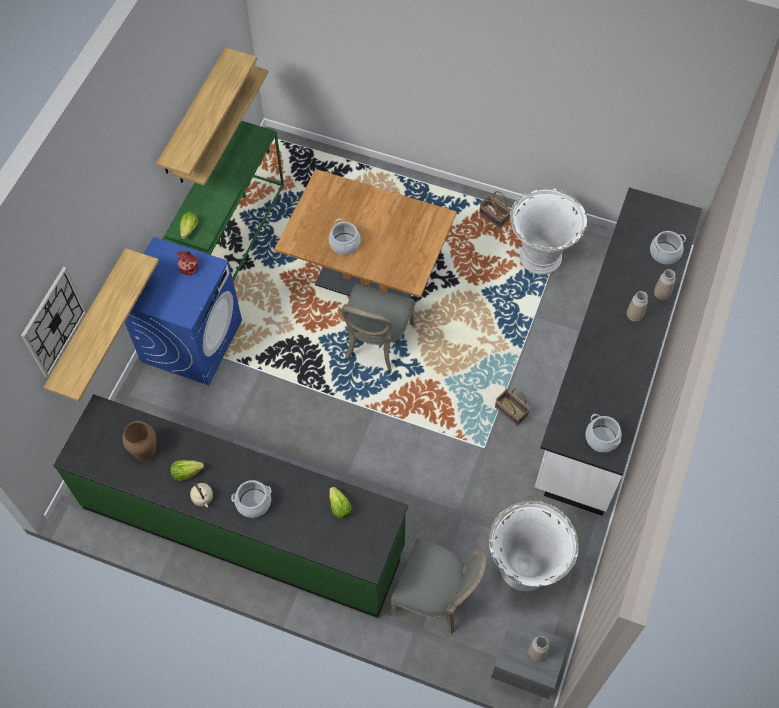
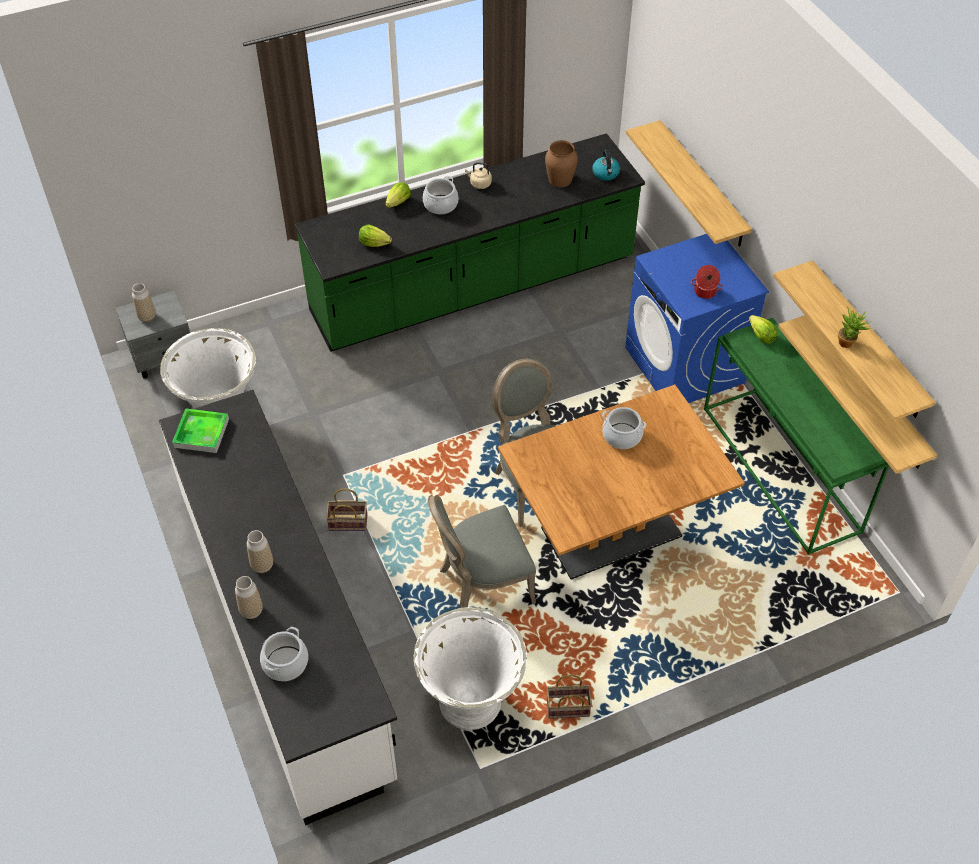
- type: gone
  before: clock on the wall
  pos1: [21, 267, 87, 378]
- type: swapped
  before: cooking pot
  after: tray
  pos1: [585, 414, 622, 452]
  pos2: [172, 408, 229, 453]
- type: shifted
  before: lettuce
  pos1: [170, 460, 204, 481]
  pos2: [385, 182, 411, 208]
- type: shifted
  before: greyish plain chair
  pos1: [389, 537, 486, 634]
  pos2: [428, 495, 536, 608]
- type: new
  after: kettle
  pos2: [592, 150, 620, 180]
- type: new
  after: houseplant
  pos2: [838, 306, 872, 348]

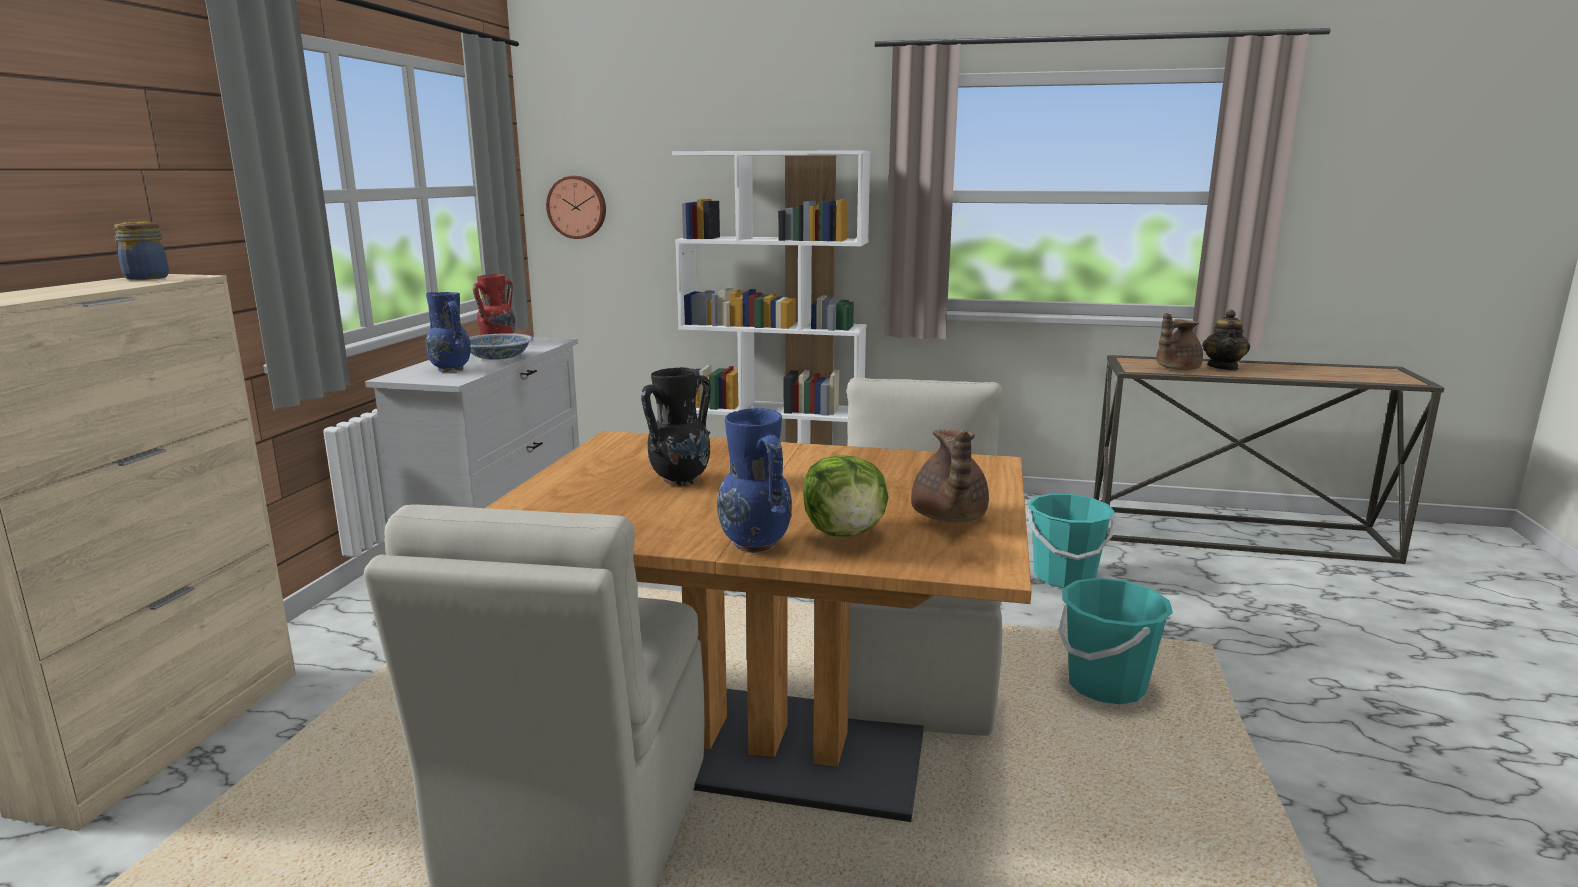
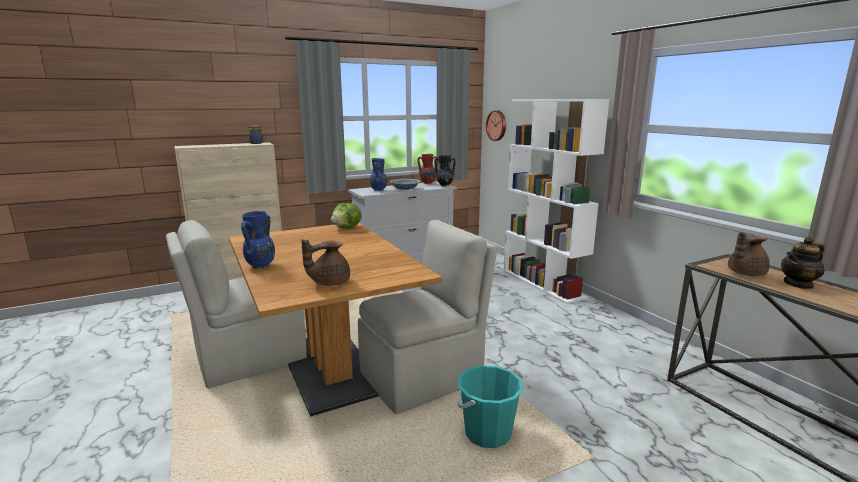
- type: rotated
  before: brown-coloured pot for tea
  pos1: [1156, 313, 1203, 370]
  pos2: [728, 232, 770, 276]
  turn: -45
- type: shifted
  before: blackish vase
  pos1: [641, 368, 711, 486]
  pos2: [434, 155, 455, 186]
- type: shifted
  before: lettuce
  pos1: [803, 455, 889, 537]
  pos2: [331, 203, 362, 228]
- type: gone
  before: turquoise pail
  pos1: [1028, 494, 1116, 588]

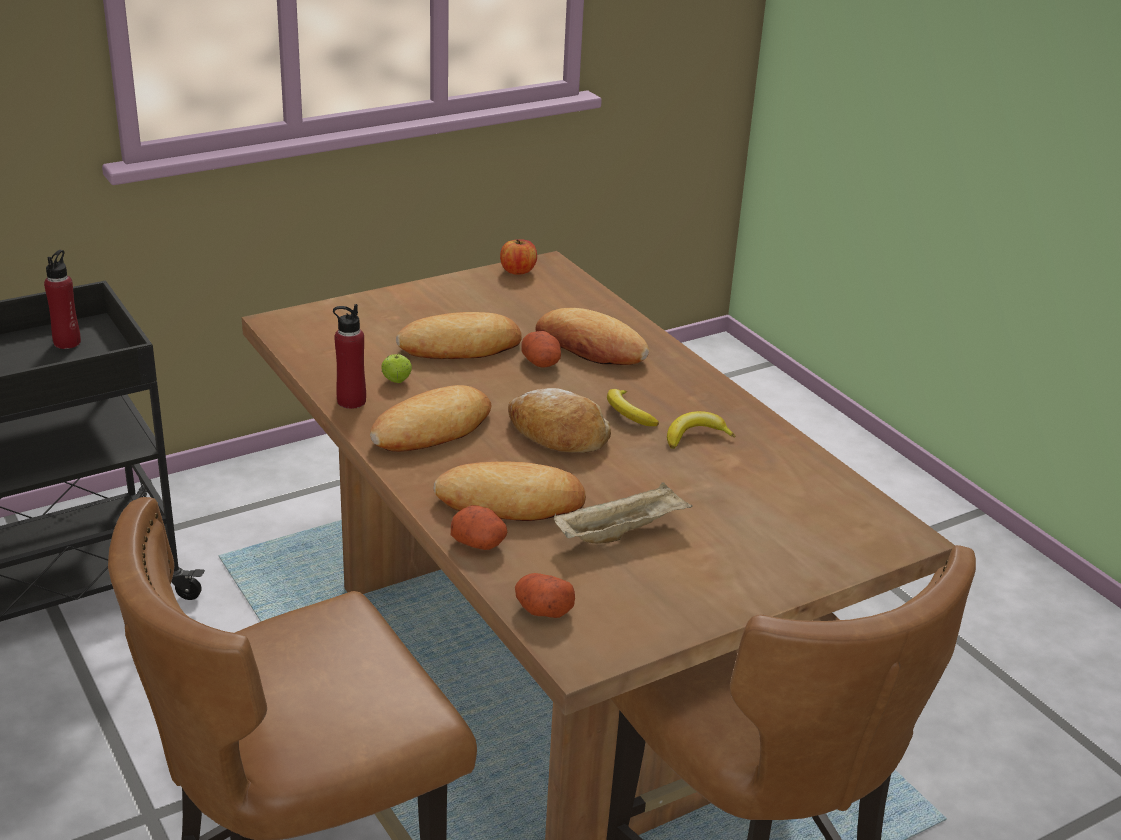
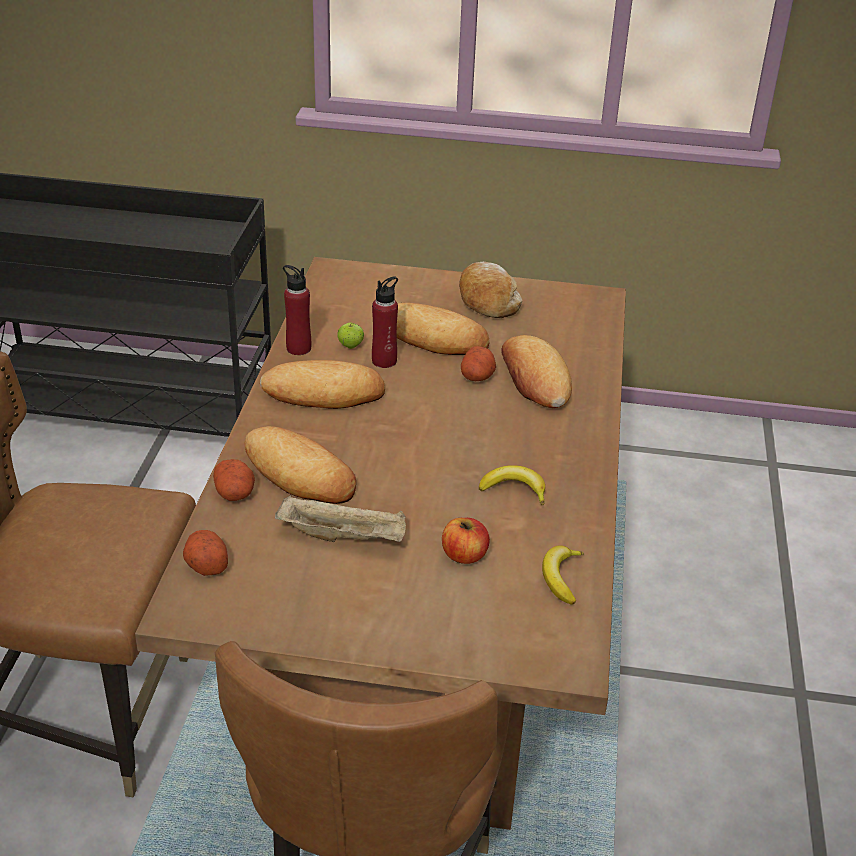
- type: shifted
  before: whole apple
  pos1: [500, 239, 537, 275]
  pos2: [442, 518, 490, 564]
- type: shifted
  before: red-coloured bottle
  pos1: [44, 250, 81, 349]
  pos2: [372, 277, 398, 368]
- type: shifted
  before: bread
  pos1: [508, 388, 611, 453]
  pos2: [459, 262, 523, 318]
- type: shifted
  before: banana fruit
  pos1: [607, 389, 659, 426]
  pos2: [542, 545, 584, 605]

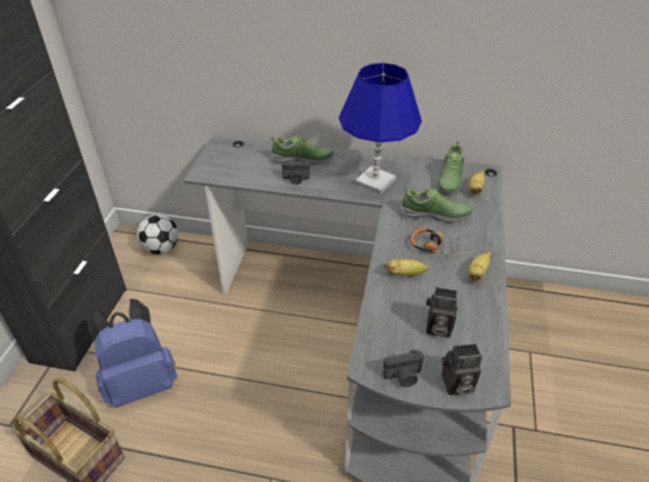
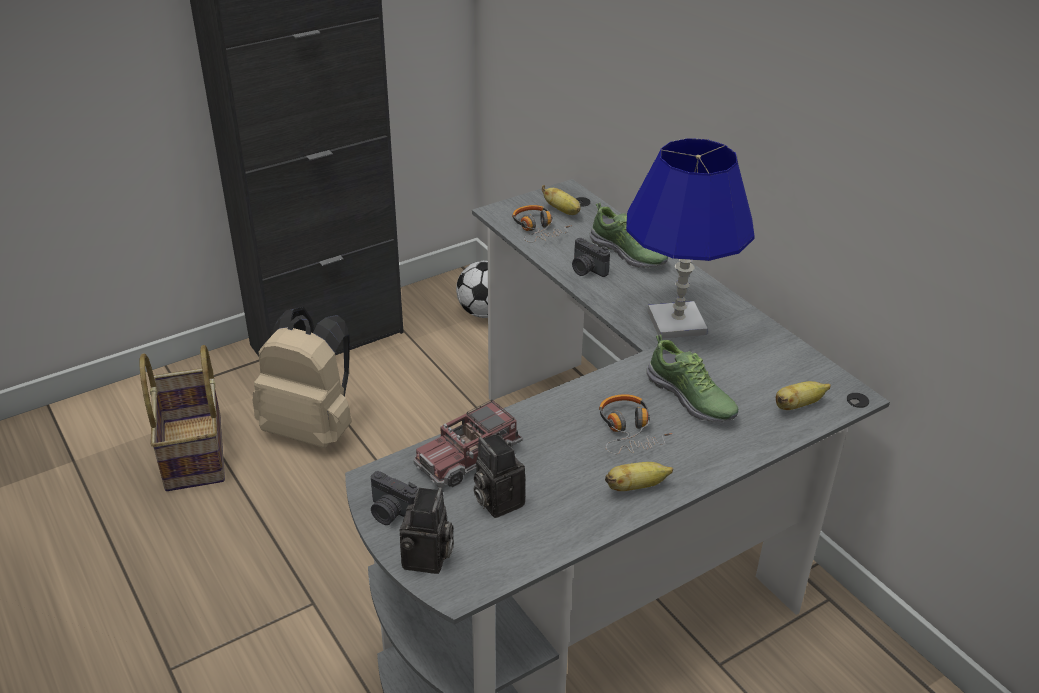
- type: gone
  before: low shoe
  pos1: [436, 141, 464, 193]
- type: shifted
  before: banana fruit
  pos1: [384, 259, 429, 276]
  pos2: [541, 185, 581, 215]
- type: repainted
  before: blue-coloured rucksack
  after: beige rucksack
  pos1: [88, 299, 177, 408]
  pos2: [252, 307, 352, 448]
- type: rotated
  before: still camera
  pos1: [442, 344, 482, 395]
  pos2: [400, 487, 454, 574]
  turn: -120
- type: new
  after: headphones
  pos2: [512, 205, 572, 243]
- type: new
  after: toy lorry
  pos2: [413, 400, 523, 487]

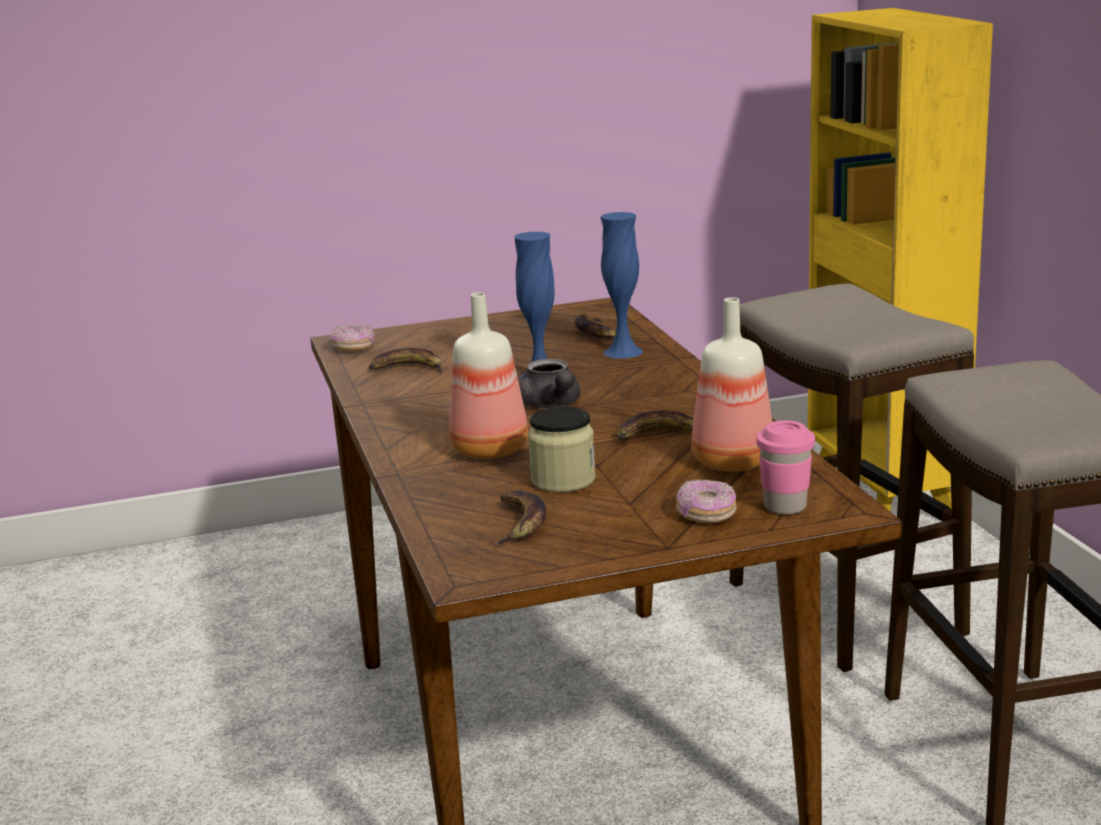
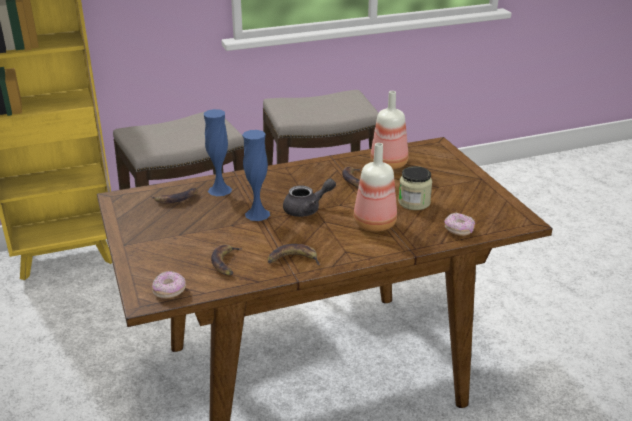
- type: gone
  before: pink cup
  pos1: [756, 420, 815, 515]
- type: shifted
  before: doughnut
  pos1: [676, 479, 737, 524]
  pos2: [444, 213, 475, 236]
- type: shifted
  before: banana fruit
  pos1: [492, 490, 546, 546]
  pos2: [268, 244, 320, 265]

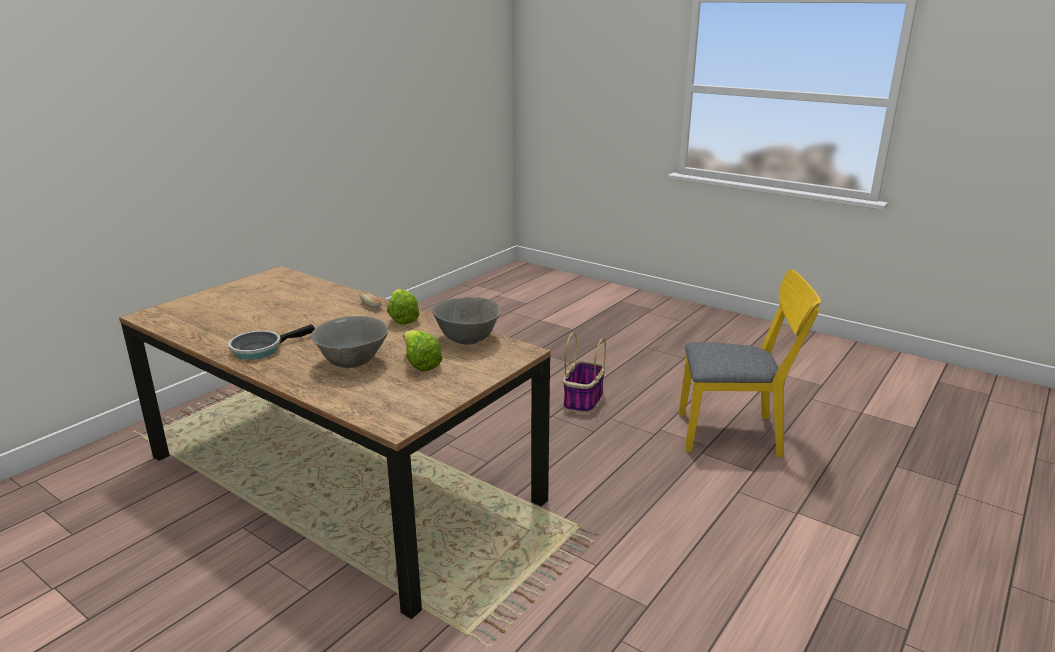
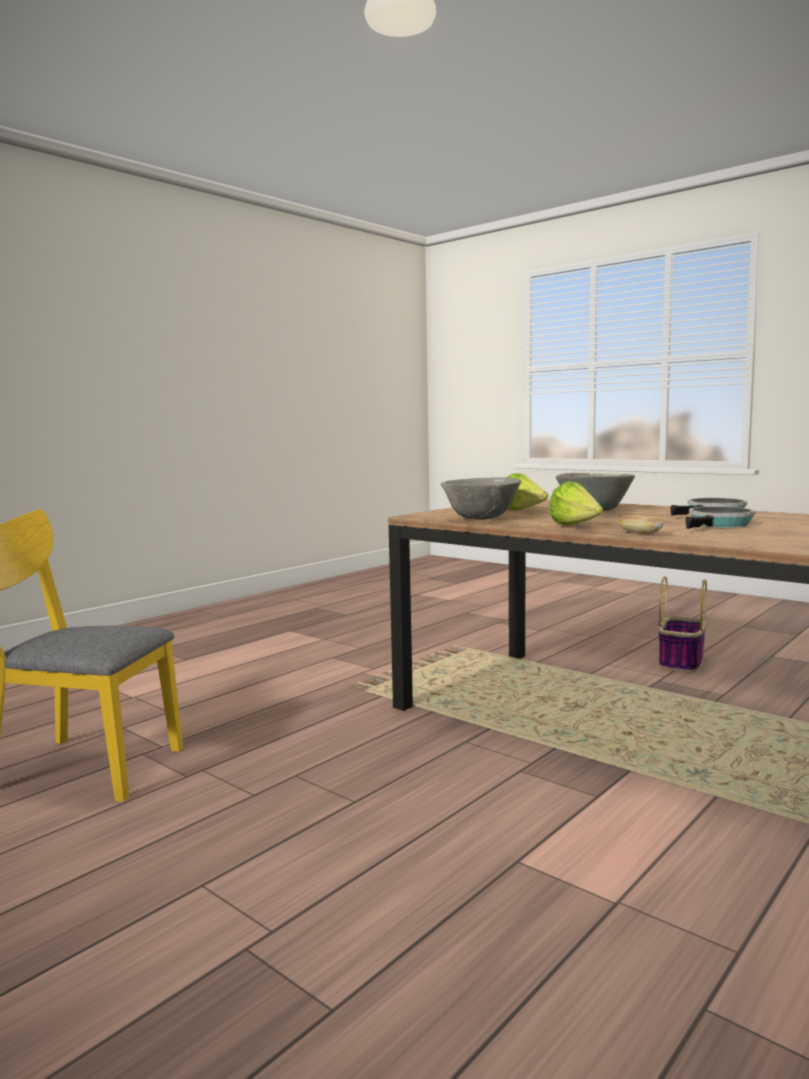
- type: shifted
  before: household basket
  pos1: [563, 333, 606, 413]
  pos2: [658, 576, 707, 673]
- type: new
  after: skillet
  pos2: [685, 506, 755, 529]

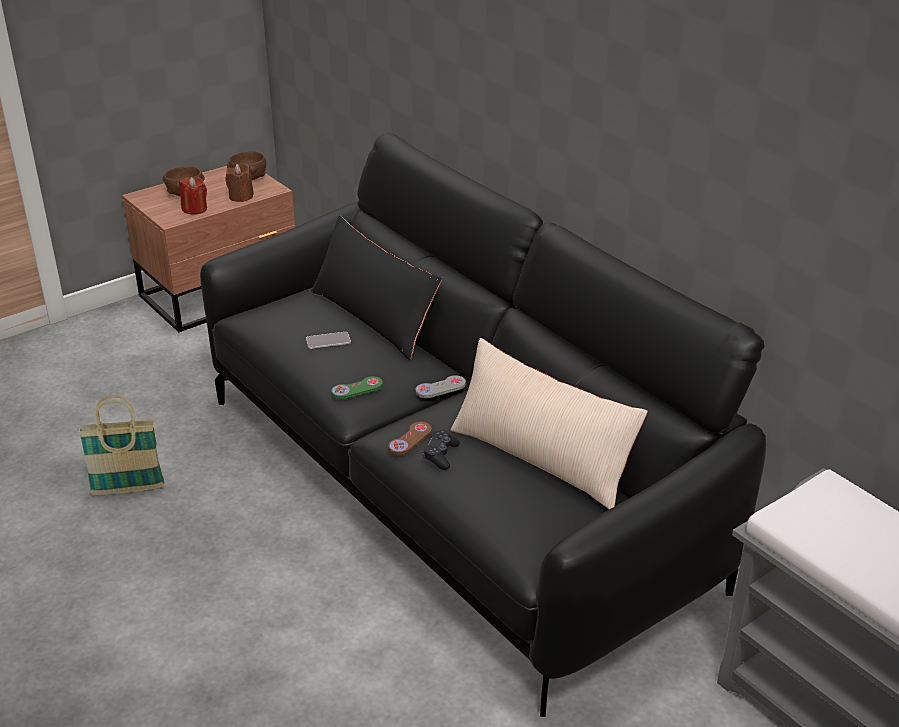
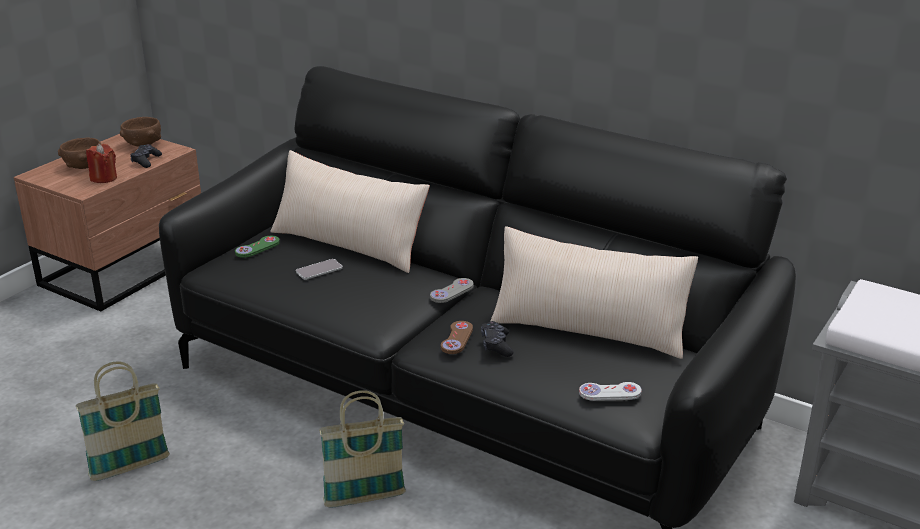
- type: swapped
  before: brown-coloured wax light
  after: blackish gamepad
  pos1: [225, 163, 254, 202]
  pos2: [130, 144, 162, 168]
- type: repainted
  before: blackish throw pillow
  after: beige throw pillow
  pos1: [311, 215, 442, 360]
  pos2: [270, 150, 430, 273]
- type: shifted
  before: green-coloured gamepad
  pos1: [331, 376, 383, 399]
  pos2: [235, 236, 280, 258]
- type: new
  after: white gamepad
  pos2: [579, 382, 642, 401]
- type: new
  after: household basket
  pos2: [319, 390, 406, 508]

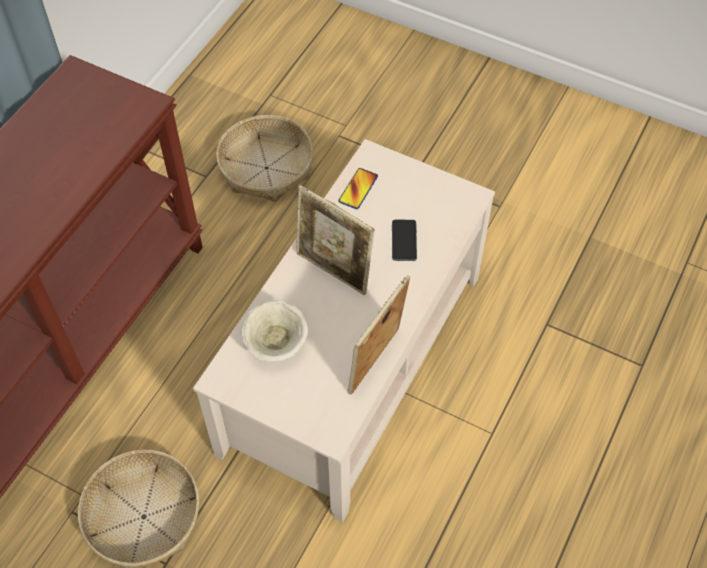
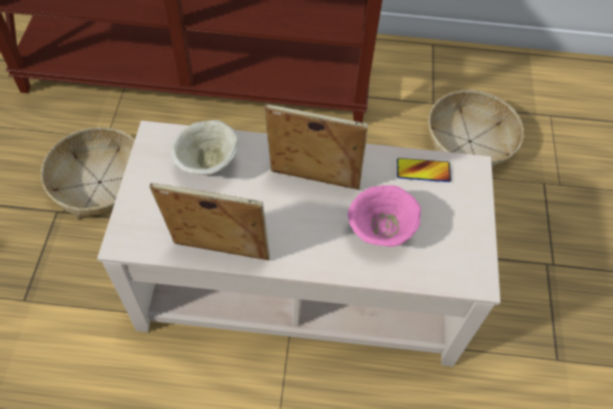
- type: rotated
  before: picture frame
  pos1: [296, 185, 375, 295]
  pos2: [264, 104, 368, 190]
  turn: 90
- type: swapped
  before: telephone
  after: pink deep dish
  pos1: [392, 220, 417, 261]
  pos2: [348, 185, 421, 247]

